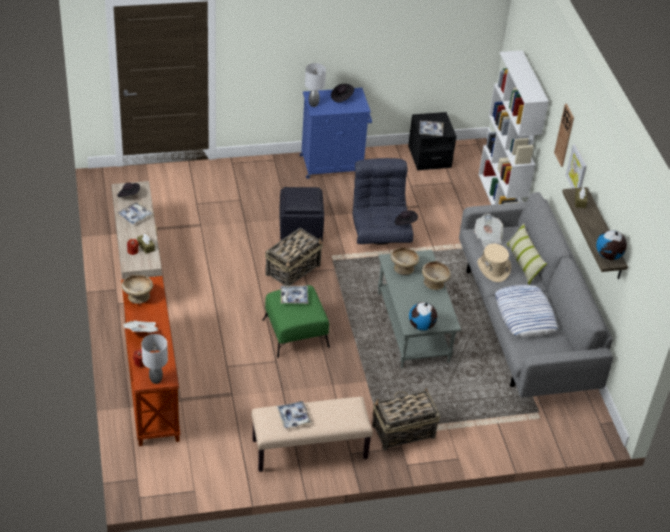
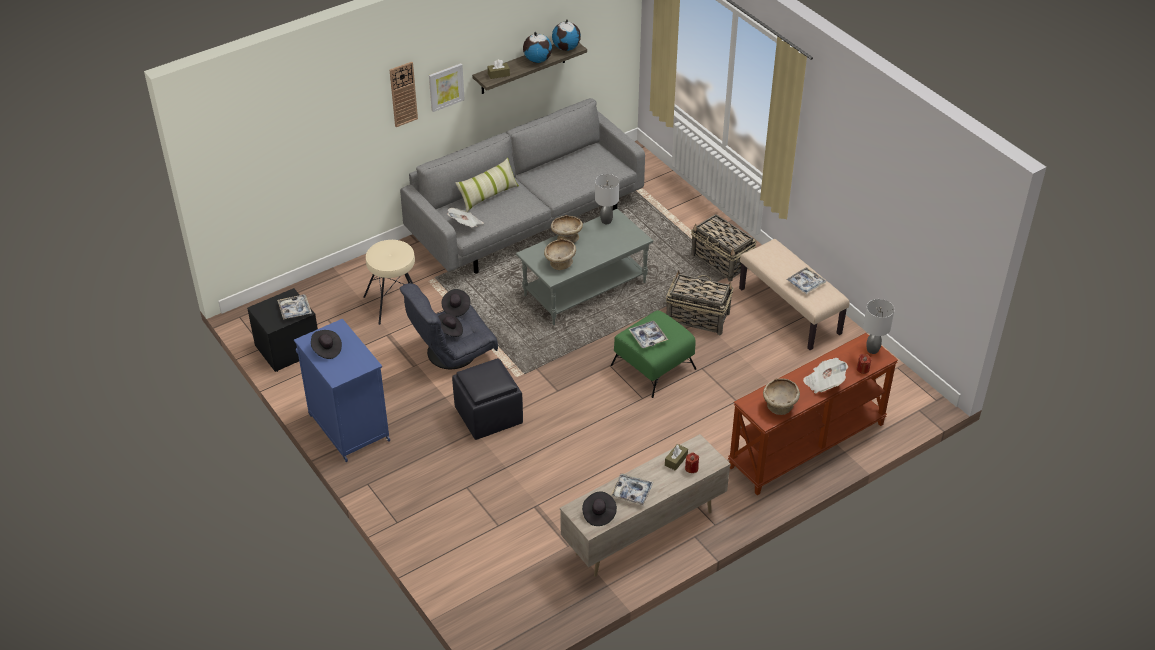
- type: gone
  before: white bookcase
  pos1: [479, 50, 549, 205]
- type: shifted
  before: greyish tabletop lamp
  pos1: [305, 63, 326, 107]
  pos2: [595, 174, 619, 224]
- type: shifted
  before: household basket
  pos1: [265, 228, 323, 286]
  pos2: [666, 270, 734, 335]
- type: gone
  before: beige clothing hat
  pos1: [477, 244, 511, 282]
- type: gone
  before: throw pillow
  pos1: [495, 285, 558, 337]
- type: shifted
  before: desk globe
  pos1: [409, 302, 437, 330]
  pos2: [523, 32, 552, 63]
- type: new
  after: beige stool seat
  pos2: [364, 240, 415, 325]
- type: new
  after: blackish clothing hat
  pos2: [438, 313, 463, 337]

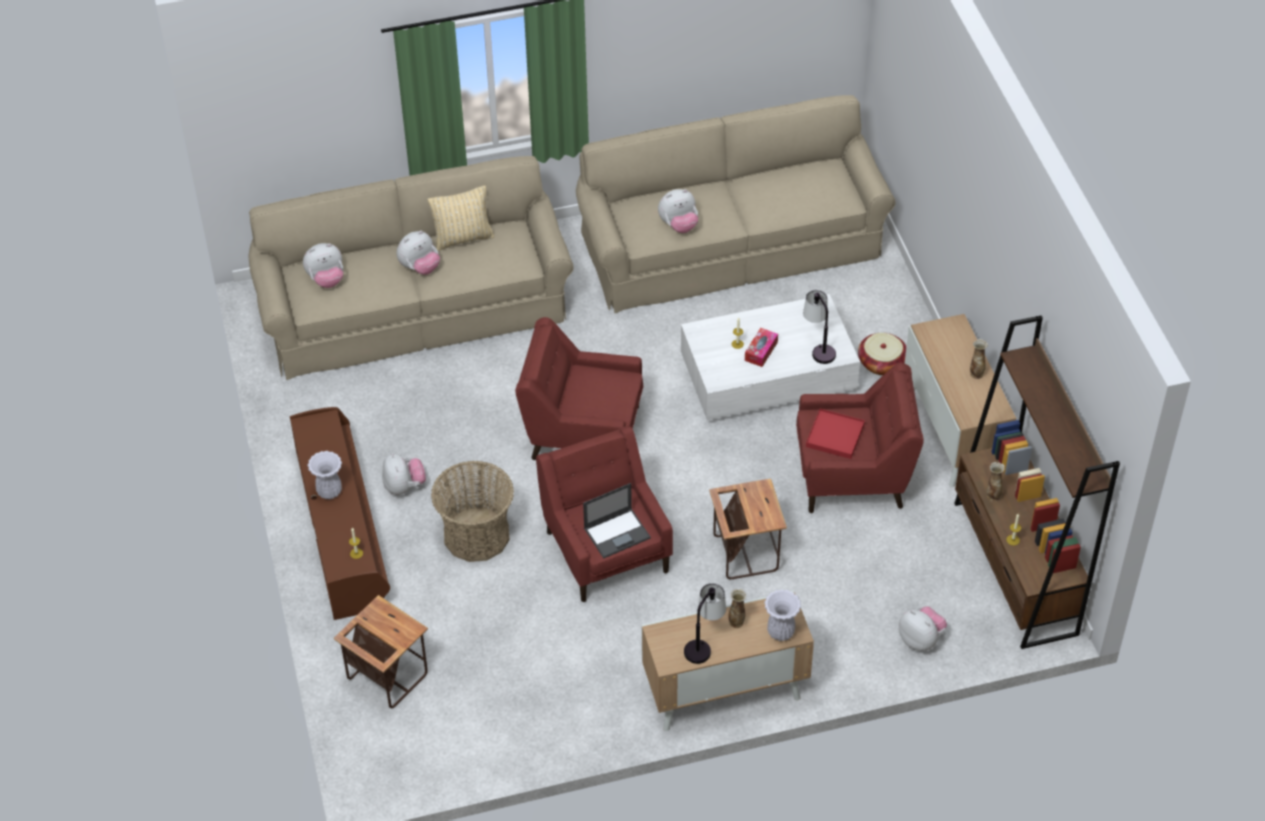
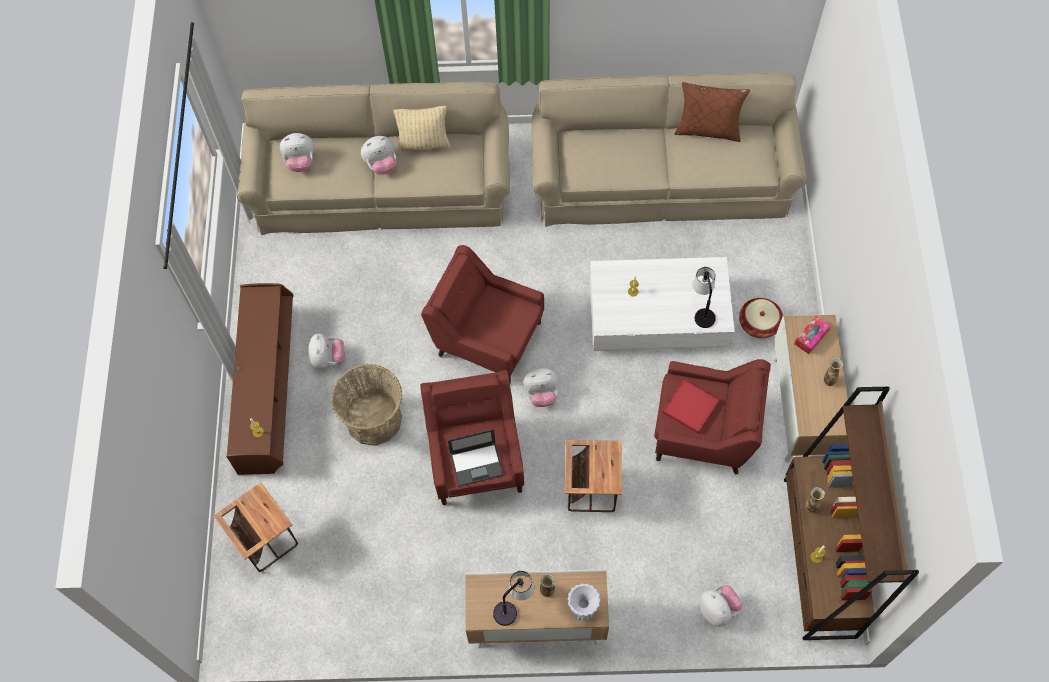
- type: shifted
  before: cuddly toy
  pos1: [658, 189, 698, 233]
  pos2: [523, 368, 559, 407]
- type: shifted
  before: tissue box
  pos1: [745, 328, 778, 367]
  pos2: [794, 316, 831, 354]
- type: gone
  before: white vase
  pos1: [308, 451, 342, 499]
- type: new
  after: brown-coloured throw pillow
  pos2: [674, 82, 750, 142]

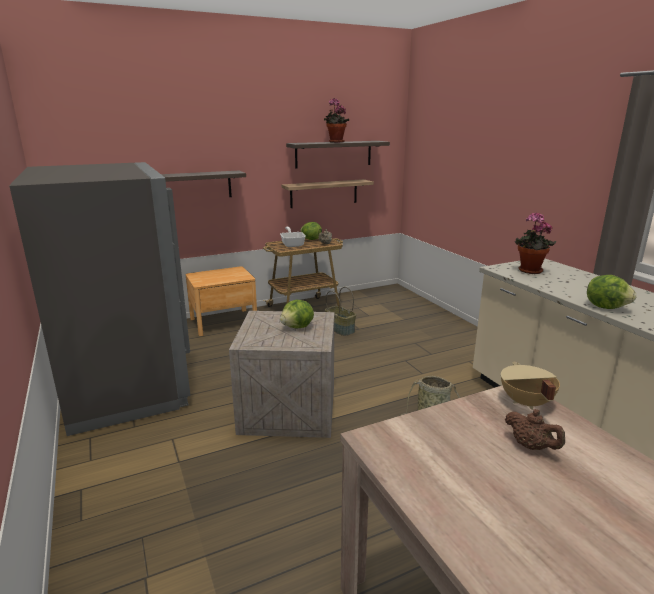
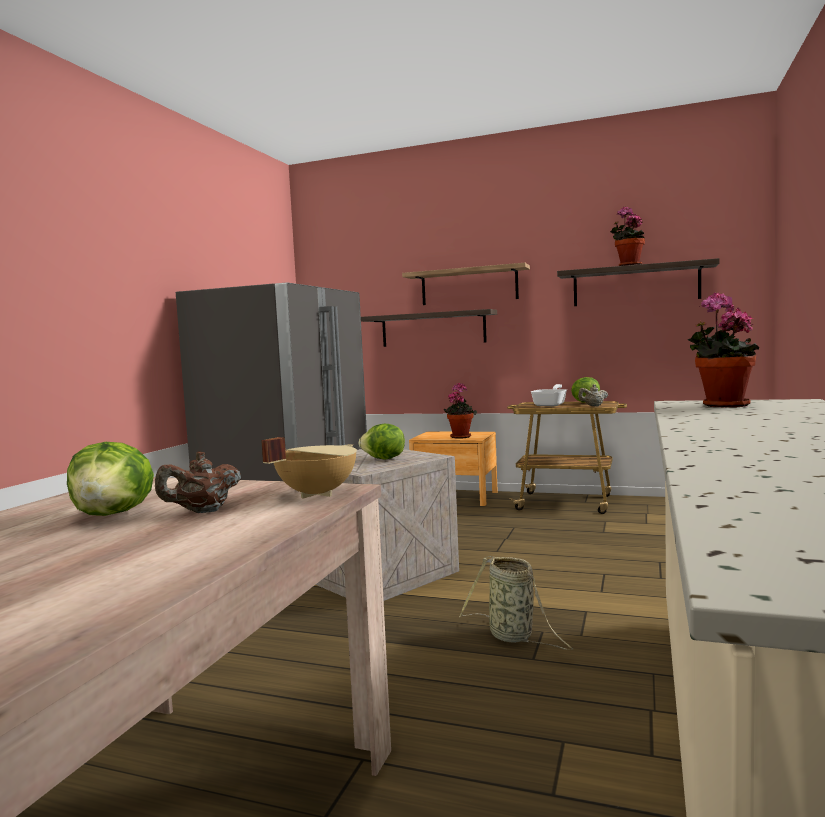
- type: shifted
  before: shelf
  pos1: [281, 179, 374, 208]
  pos2: [402, 263, 530, 305]
- type: shifted
  before: lettuce
  pos1: [587, 275, 636, 309]
  pos2: [67, 442, 154, 516]
- type: gone
  before: household basket
  pos1: [325, 287, 356, 336]
- type: rotated
  before: brown-coloured pot for tea
  pos1: [505, 409, 565, 450]
  pos2: [155, 451, 241, 513]
  turn: 45
- type: new
  after: houseplant
  pos2: [443, 383, 477, 438]

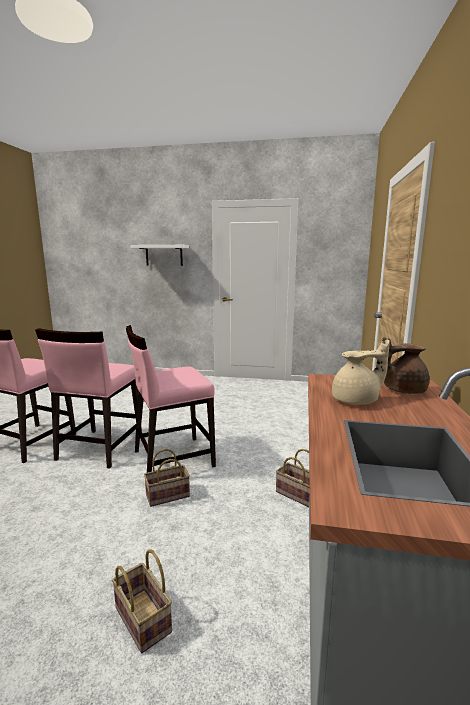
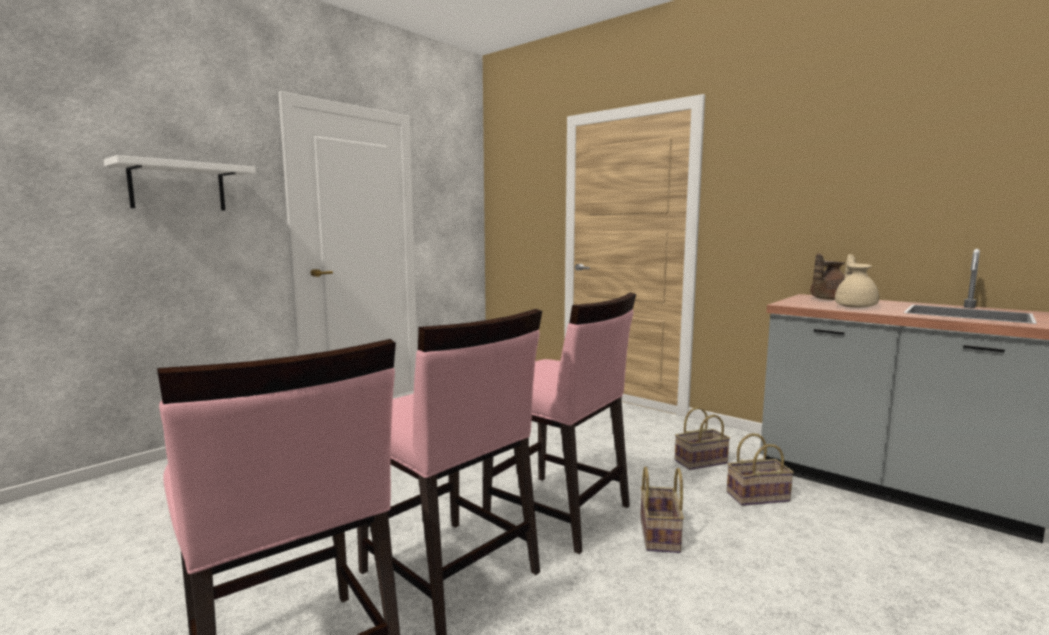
- type: rotated
  before: pink plain chair
  pos1: [126, 325, 216, 473]
  pos2: [483, 293, 636, 554]
  turn: -60
- type: rotated
  before: brown-coloured pot for tea
  pos1: [382, 337, 429, 394]
  pos2: [810, 253, 845, 300]
  turn: 45
- type: shifted
  before: household basket
  pos1: [112, 549, 172, 653]
  pos2: [727, 433, 794, 506]

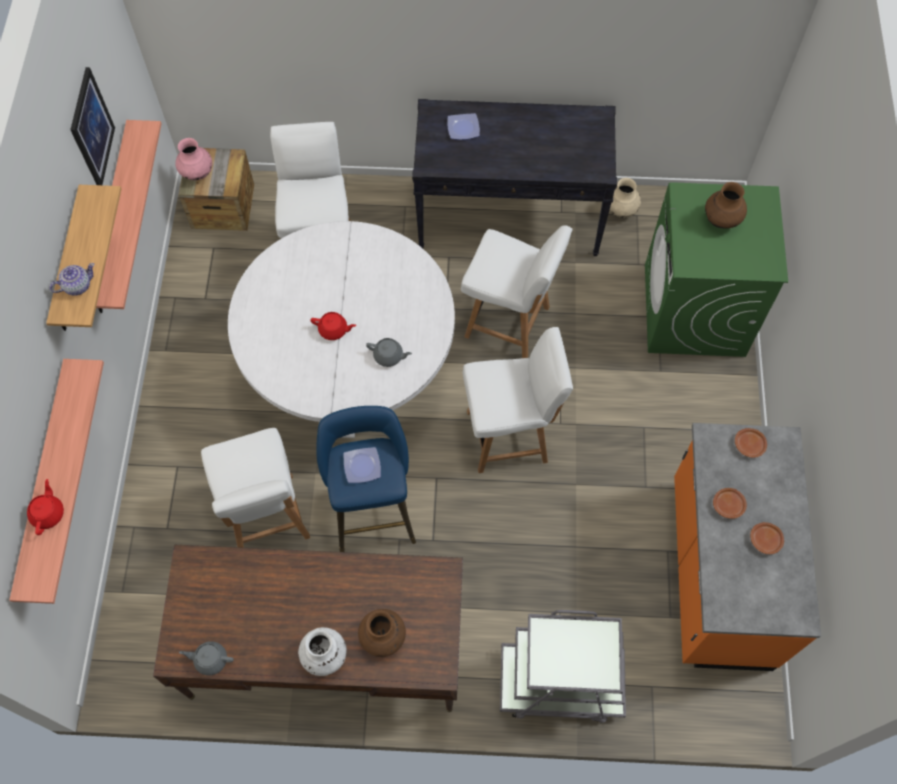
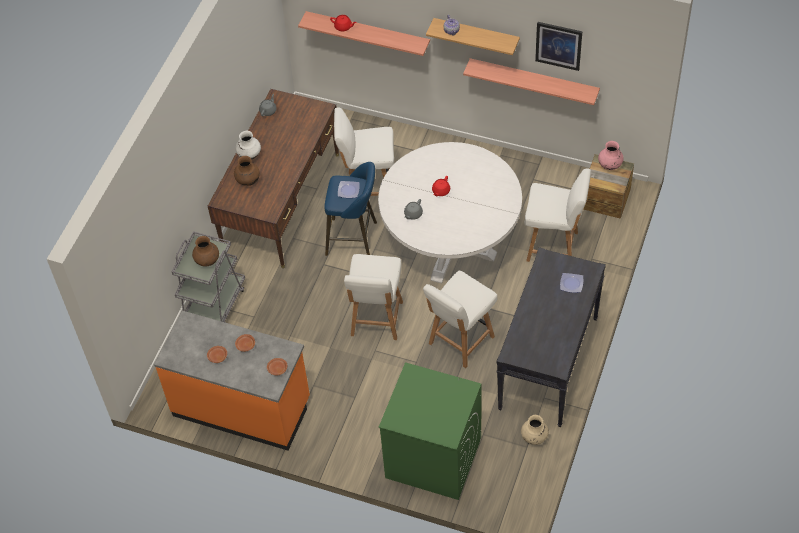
- type: shifted
  before: brown-coloured vase
  pos1: [705, 182, 747, 228]
  pos2: [192, 236, 219, 267]

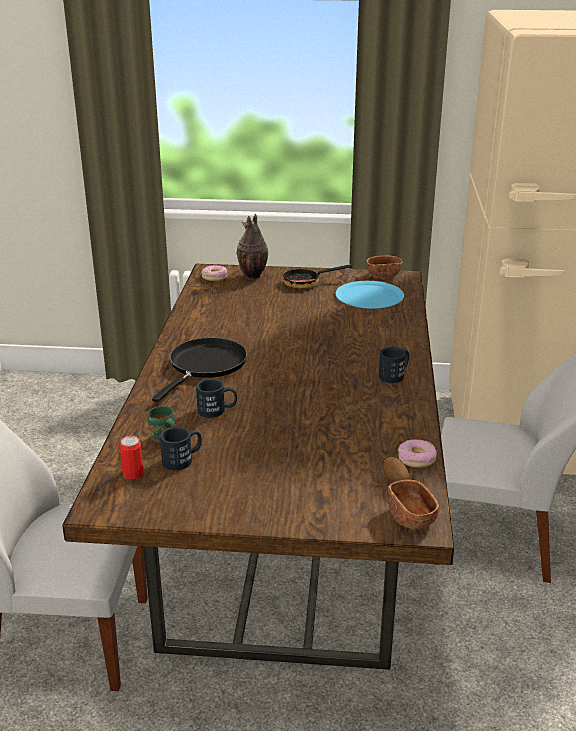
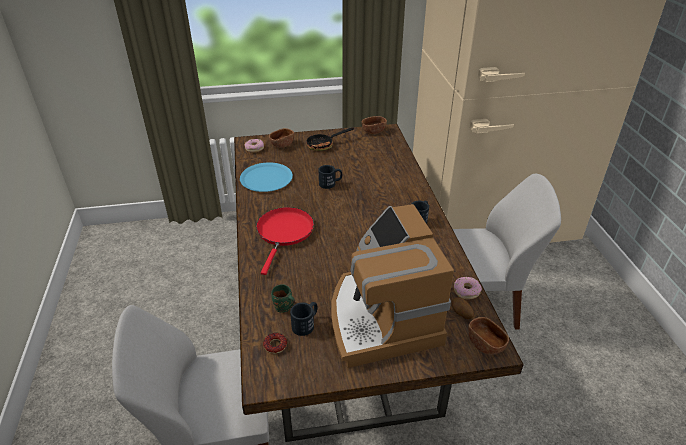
- type: swapped
  before: vase
  after: brown-coloured deep dish
  pos1: [236, 214, 268, 280]
  pos2: [269, 128, 294, 148]
- type: shifted
  before: blue-coloured dinner plate
  pos1: [335, 281, 404, 309]
  pos2: [240, 162, 293, 192]
- type: repainted
  before: blackish skillet
  after: red-coloured skillet
  pos1: [152, 338, 247, 402]
  pos2: [256, 207, 314, 275]
- type: shifted
  before: blackish mug
  pos1: [196, 379, 237, 418]
  pos2: [318, 165, 342, 189]
- type: swapped
  before: sealed can
  after: doughnut
  pos1: [120, 436, 144, 480]
  pos2: [263, 333, 287, 354]
- type: new
  after: coffee brewer
  pos2: [331, 204, 454, 368]

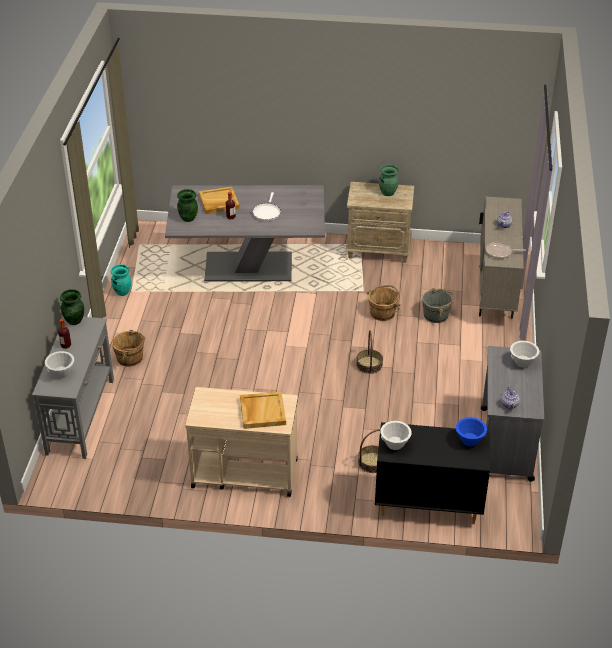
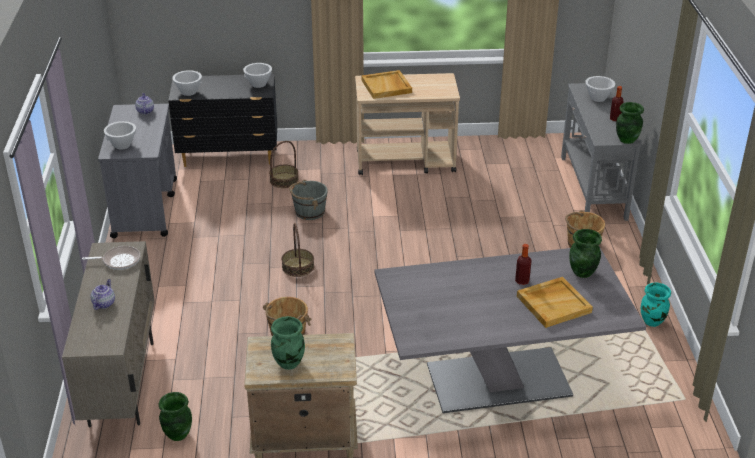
- type: gone
  before: white skillet
  pos1: [253, 192, 281, 221]
- type: shifted
  before: greyish pail
  pos1: [422, 288, 455, 323]
  pos2: [289, 180, 328, 220]
- type: repainted
  before: blue-coloured deep dish
  after: white deep dish
  pos1: [456, 417, 487, 446]
  pos2: [173, 70, 202, 96]
- type: new
  after: green-coloured vase
  pos2: [158, 392, 192, 441]

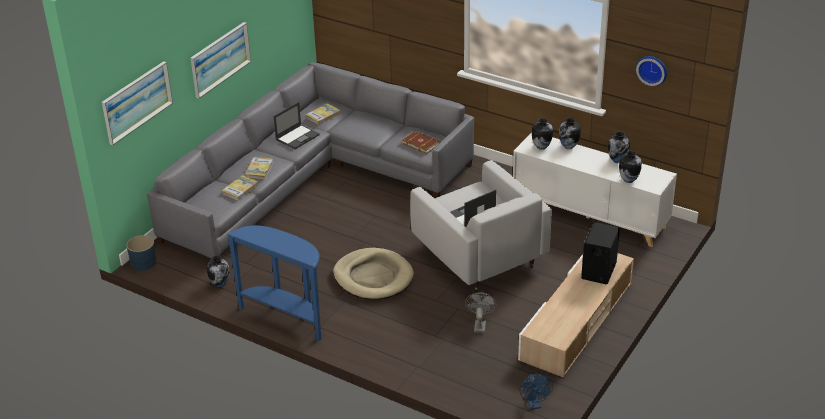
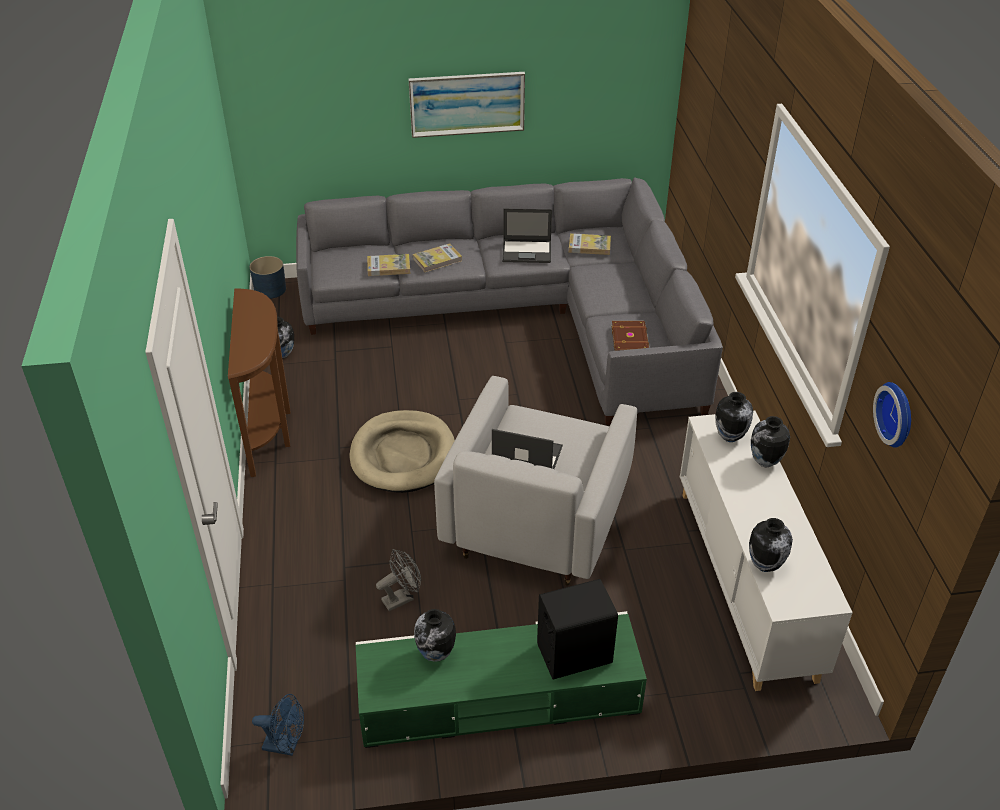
- type: gone
  before: wall picture
  pos1: [102, 61, 173, 145]
- type: shifted
  before: vase
  pos1: [608, 131, 630, 163]
  pos2: [414, 609, 456, 662]
- type: repainted
  before: blue-coloured hall table
  after: brown-coloured hall table
  pos1: [227, 225, 321, 341]
  pos2: [228, 288, 290, 477]
- type: repainted
  before: beige tv stand
  after: green-coloured tv stand
  pos1: [518, 253, 634, 379]
  pos2: [356, 611, 647, 748]
- type: rotated
  before: blue-coloured cooling fan
  pos1: [520, 374, 553, 410]
  pos2: [252, 694, 304, 756]
  turn: -120

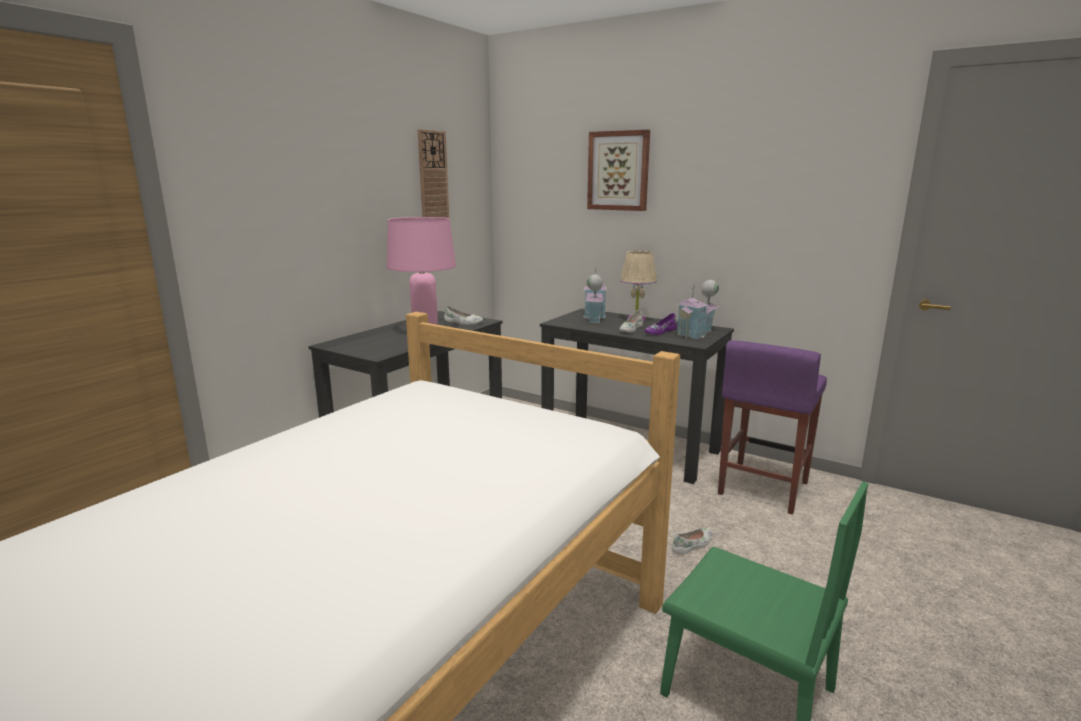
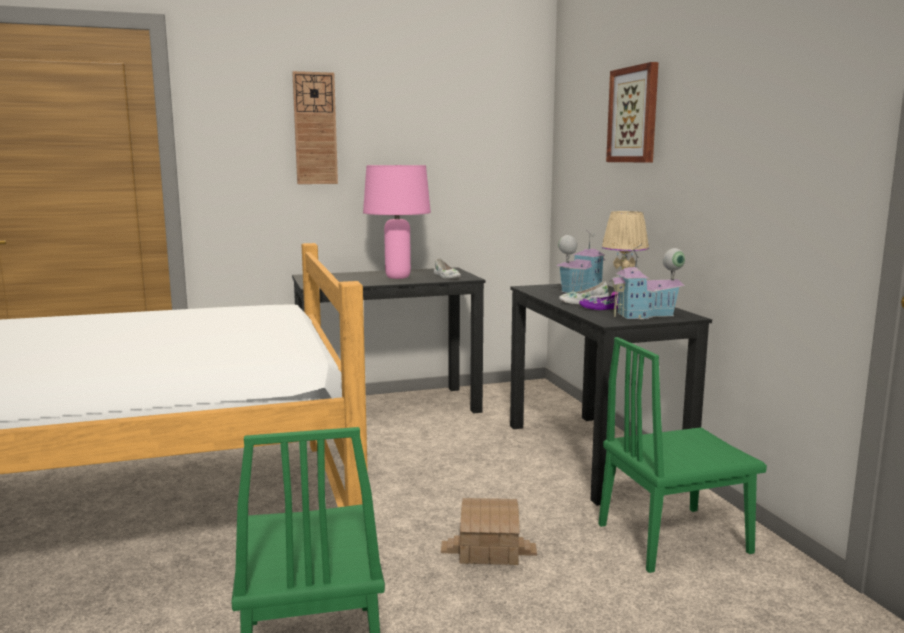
- type: shifted
  before: clock on the wall
  pos1: [418, 129, 449, 218]
  pos2: [292, 71, 338, 184]
- type: swapped
  before: purplish stool seat
  after: green-coloured plain chair
  pos1: [718, 340, 827, 515]
  pos2: [599, 337, 767, 573]
- type: swapped
  before: white low shoe
  after: miniature house
  pos1: [672, 528, 713, 555]
  pos2: [441, 498, 537, 565]

